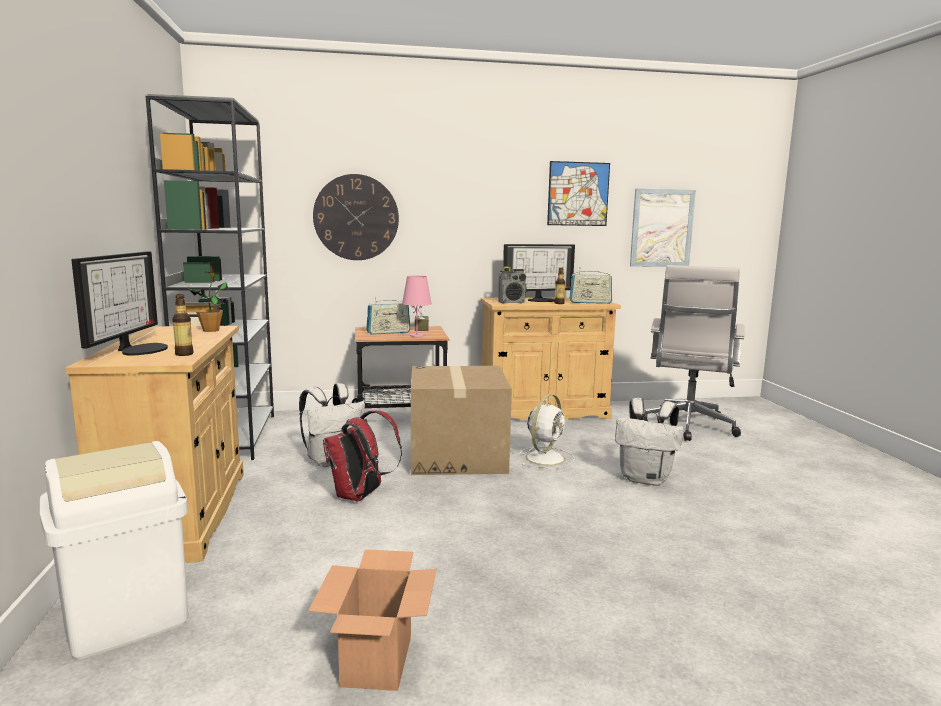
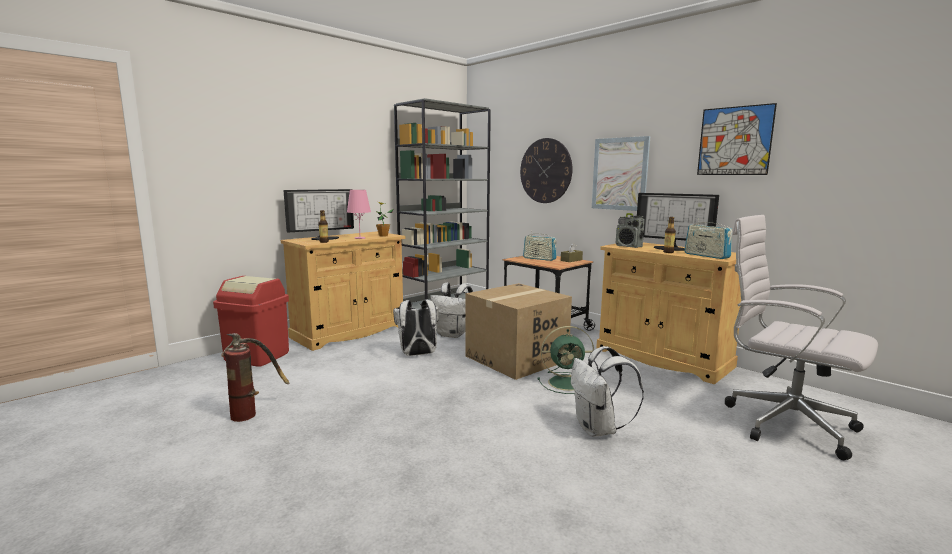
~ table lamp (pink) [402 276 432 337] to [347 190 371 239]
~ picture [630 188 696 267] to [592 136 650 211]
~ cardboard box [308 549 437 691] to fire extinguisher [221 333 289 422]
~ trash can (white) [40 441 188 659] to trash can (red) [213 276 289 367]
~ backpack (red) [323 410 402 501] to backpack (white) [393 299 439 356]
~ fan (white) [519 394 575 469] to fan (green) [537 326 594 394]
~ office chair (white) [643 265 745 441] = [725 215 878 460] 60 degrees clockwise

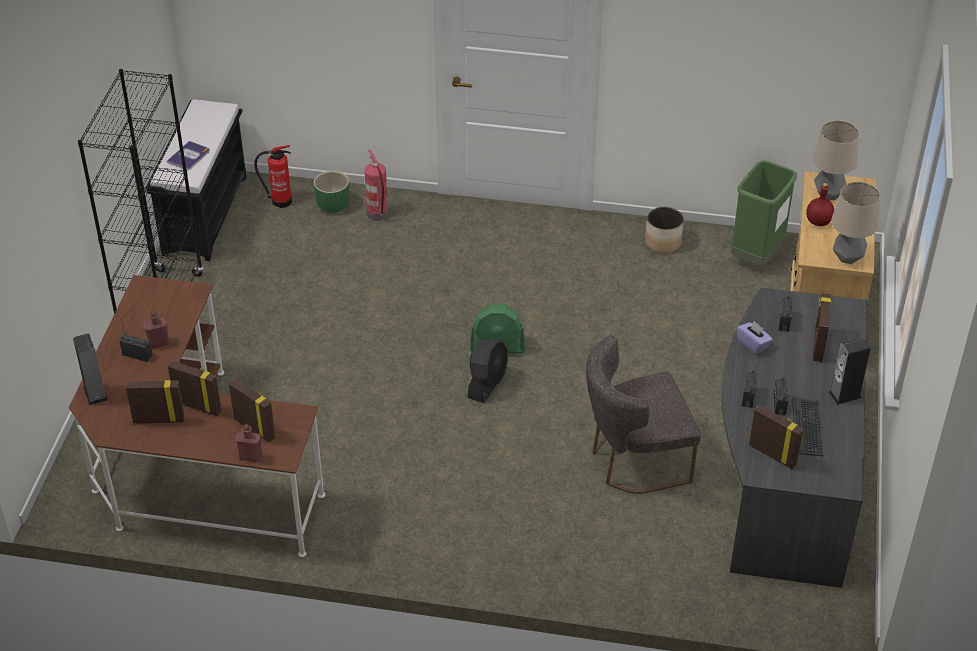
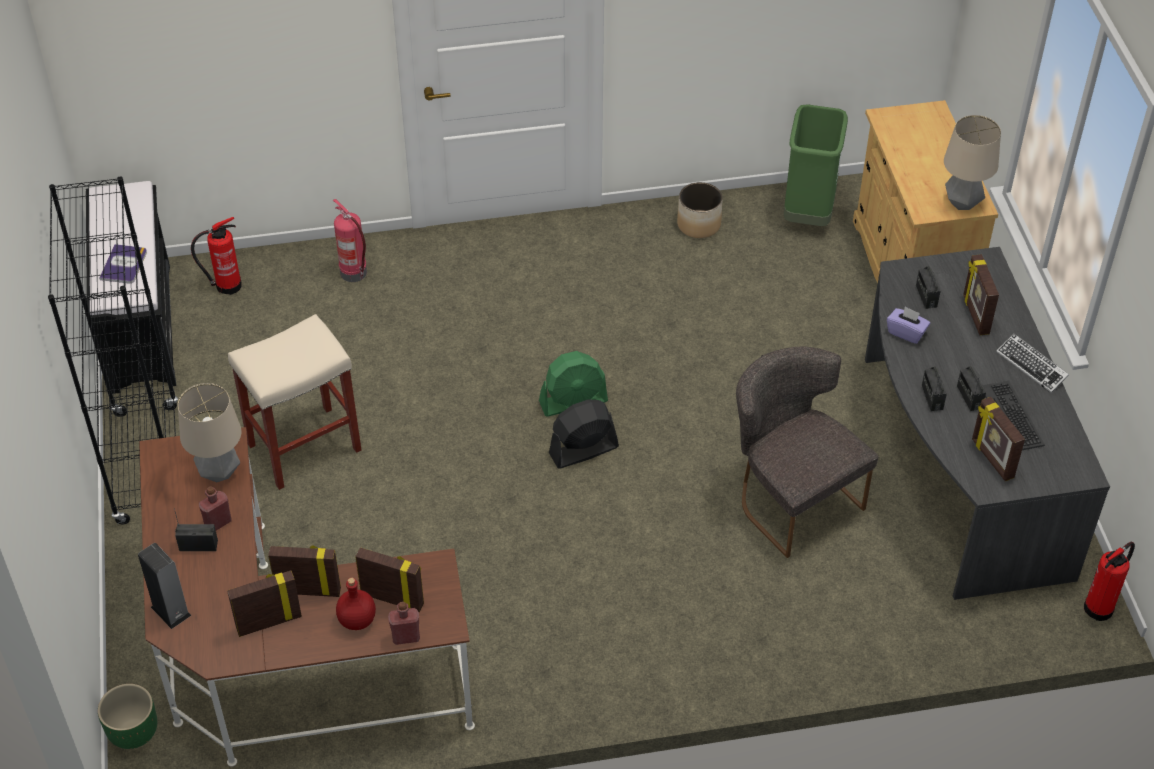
+ stool (beige) [228 314 361 490]
+ fire extinguisher [1084 542 1135 621]
~ planter (green) [314 171 350 213] to [98 684 157 749]
~ bottle (red) [806 183 834 226] to [336 578 376 630]
~ table lamp [813 121 859 200] to [178 383 241 482]
~ speaker [828 337 871 405] to keyboard [996 333 1069 393]
~ fan (black) [467 339 508 403] = [549 399 619 468] 120 degrees counterclockwise
~ chair (grey) [586 335 701 494] = [736 346 879 558] 90 degrees clockwise
~ picture frame [749 405 804 469] = [972 397 1025 481] 135 degrees counterclockwise

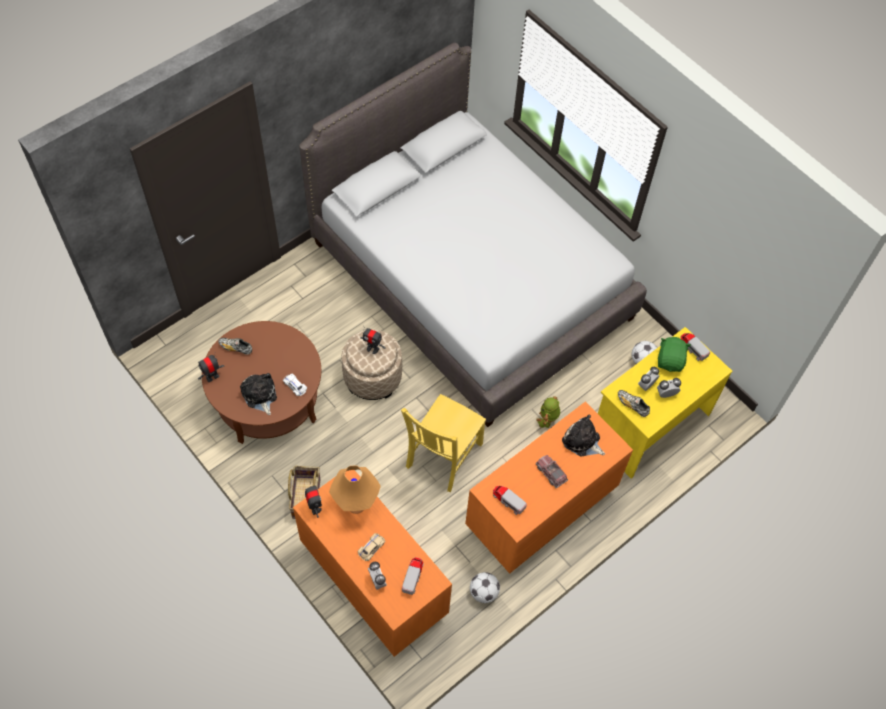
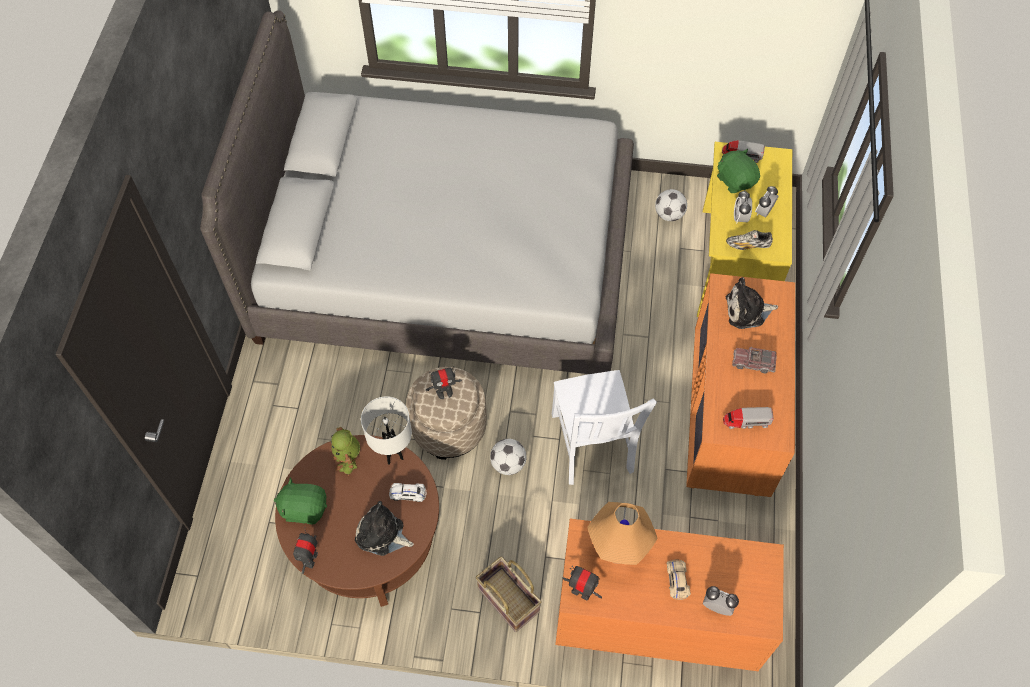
- toy truck [402 557 424 595]
+ table lamp (white) [361 396 412 464]
~ football [470 572 500 603] to [490 439 526 475]
~ toy robot [536 396 560 428] to [331 427 360 476]
~ shoe [218 338 252 355] to plush toy (green) [274 477 327 525]
~ chair (yellow) [401 394 486 492] to chair (white) [552 370 657 485]

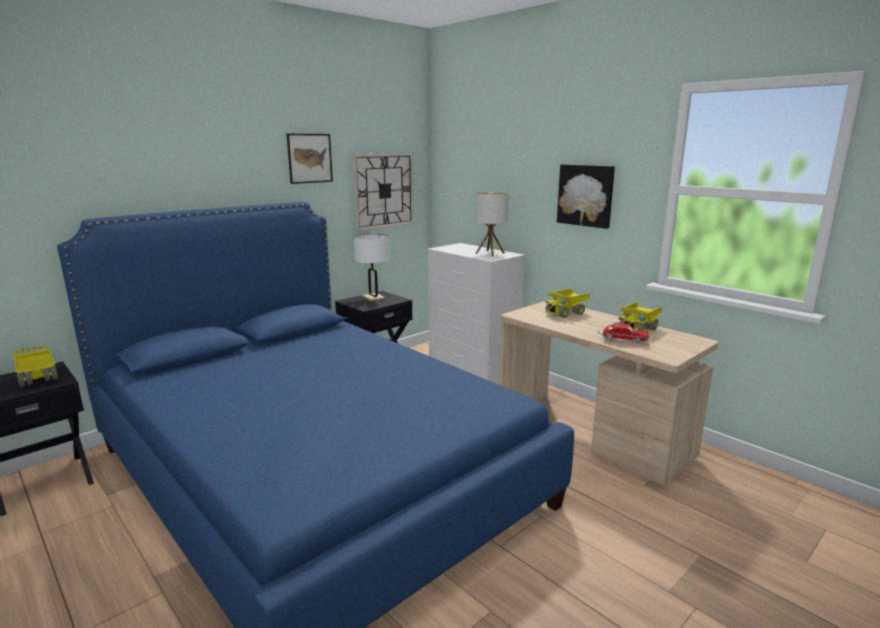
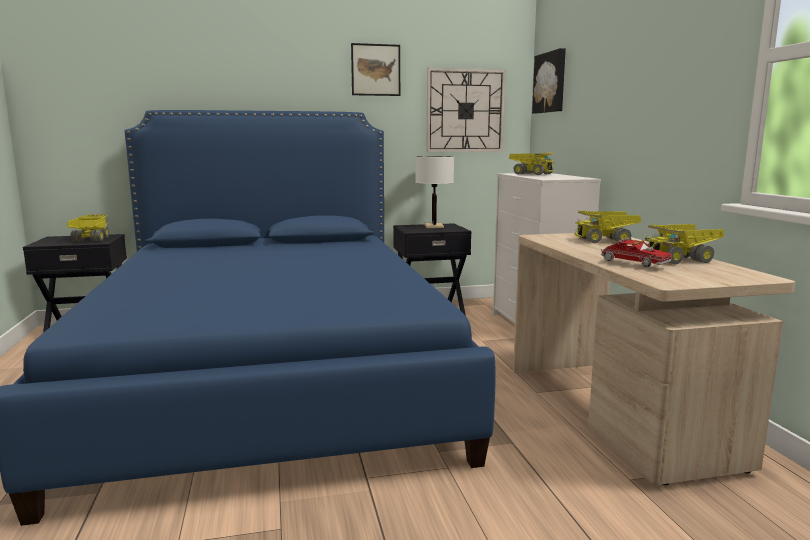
- table lamp [475 192 509 256]
+ toy truck [509 153 554 175]
~ picture [557 164 615 229] to [532 48 566 114]

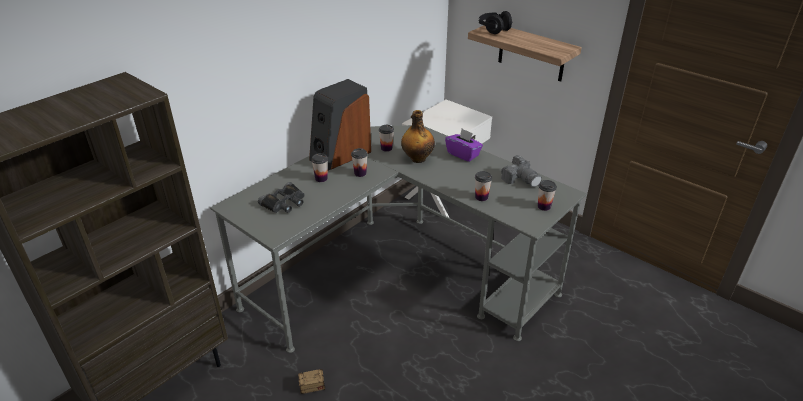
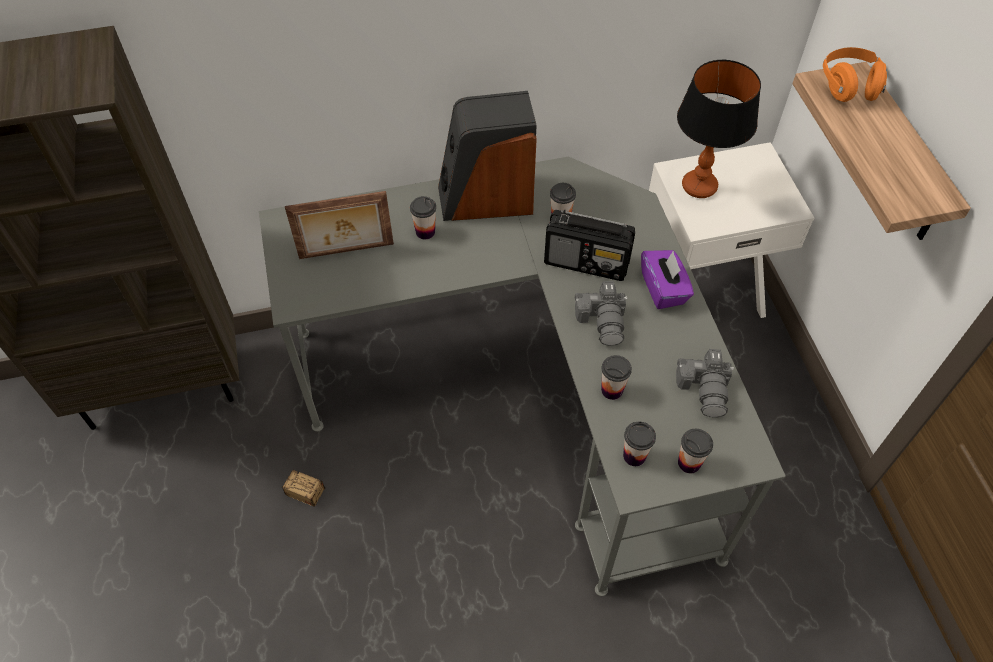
+ photo camera [575 281 628 346]
+ table lamp [677 60 761 198]
~ cup [351 148 368 177] to [623 422 656 466]
~ binoculars (black) [258 182 305 213] to picture frame [285 191 394 259]
~ bottle [401 110 435 163] to radio [544 209 635 281]
~ headphones (black) [479 11 513 34] to headphones (orange) [823 47 887 102]

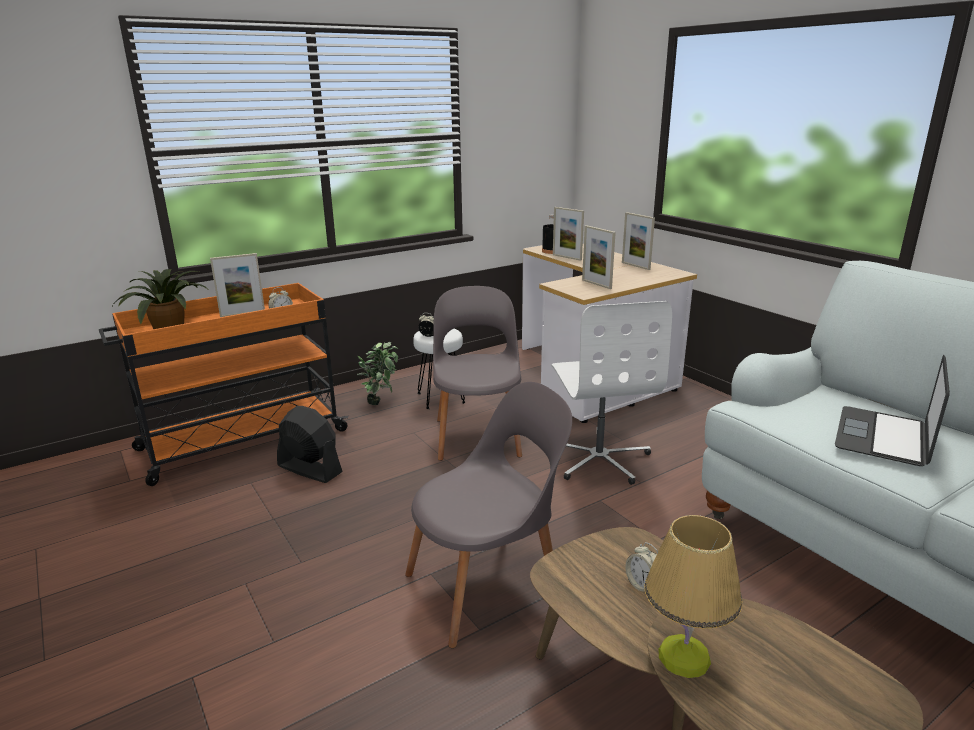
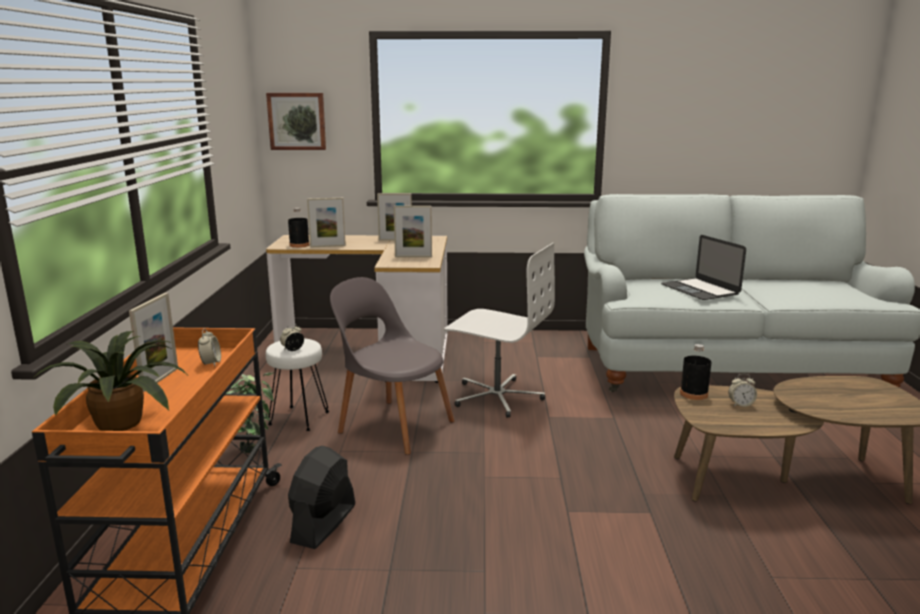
- chair (grey) [405 382 572 648]
- table lamp [644 515 742 678]
+ picture [266 93 326 150]
+ bottle (black) [680 344 712 400]
~ fan (black) [277 406 343 483] = [288 446 355 549] 45 degrees counterclockwise

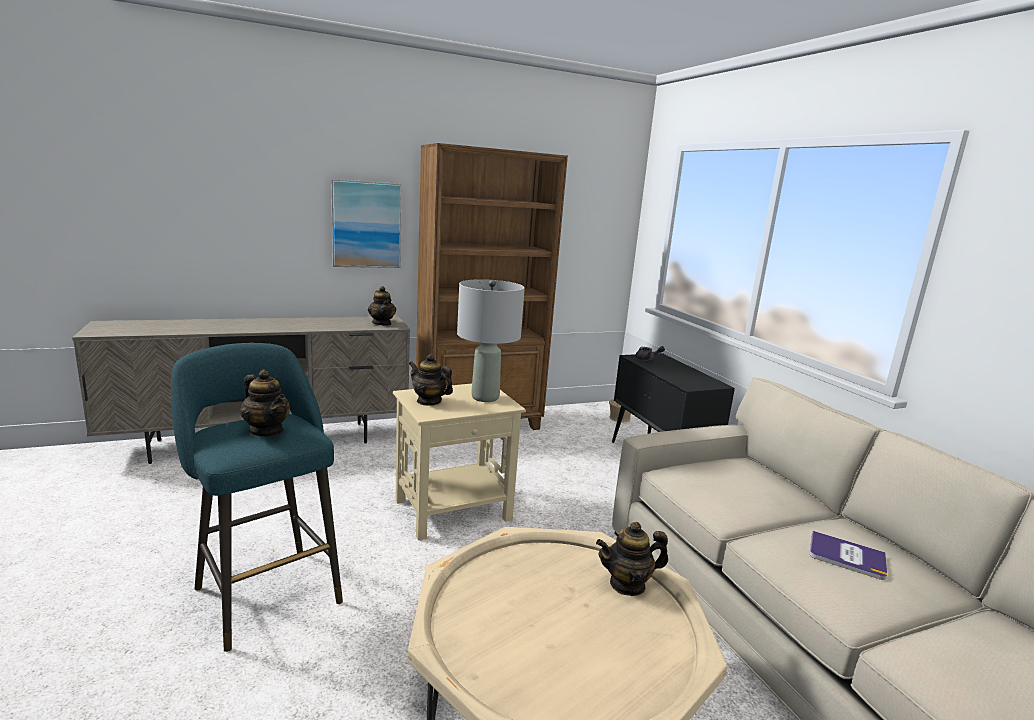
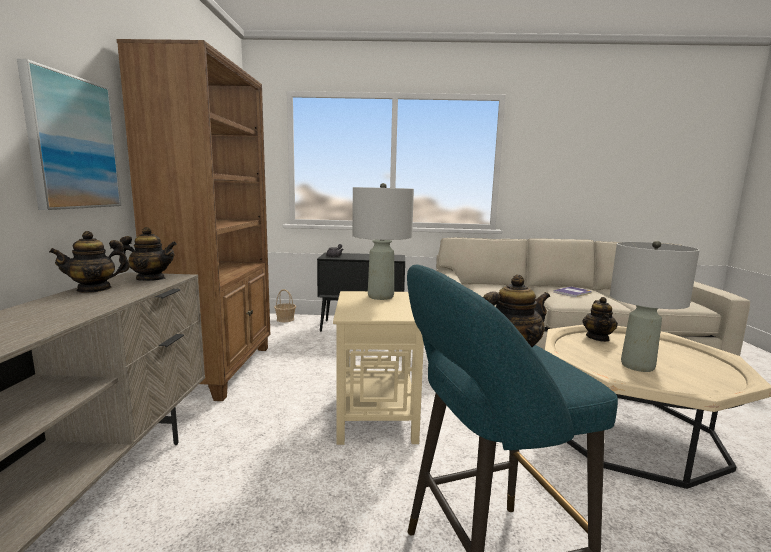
+ table lamp (grey) [610 241 700 372]
~ teapot [409 354 453 406] to [49 231 130 293]

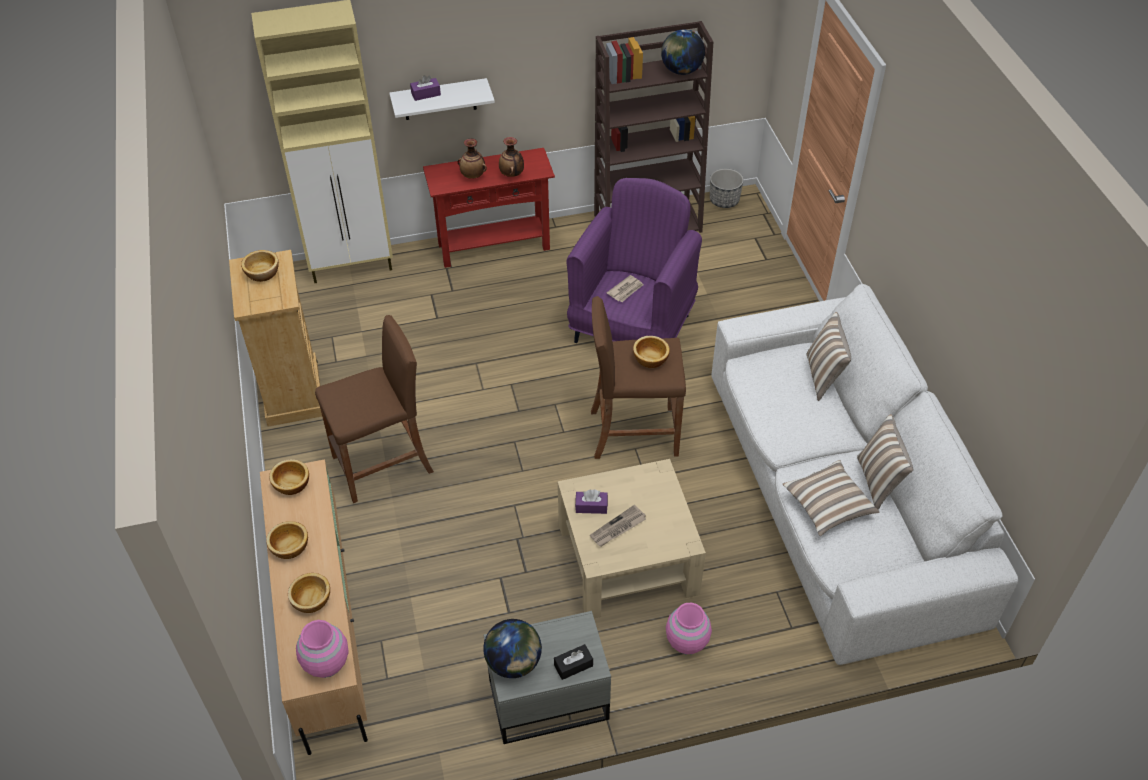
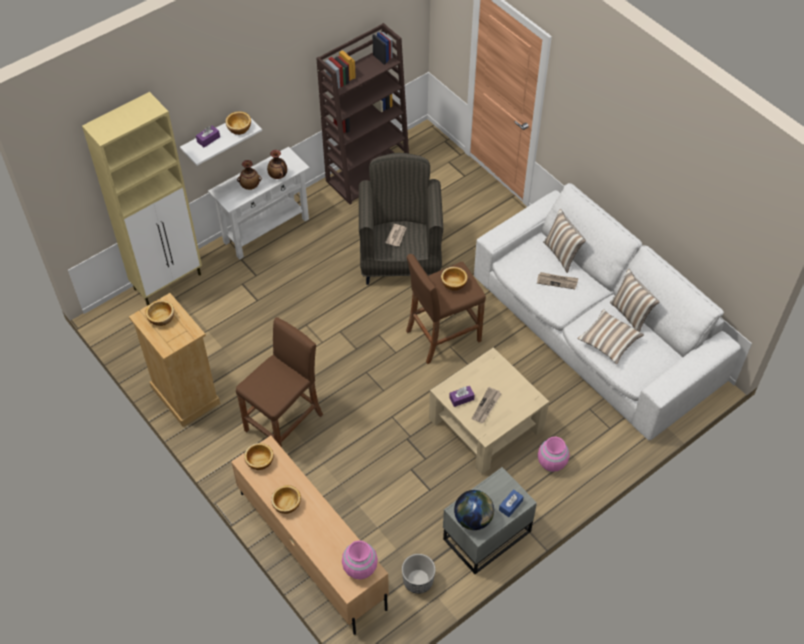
- globe [661 30 705 75]
+ newspaper [537 272 578 289]
~ bowl [288 573 330 613] to [225 111 251 135]
~ planter [710 169 744 208] to [402 554 435 594]
~ console table (red) [423 148 555 268] to console table (white) [208 147 310 260]
~ tissue box (black) [554 644 593 680] to tissue box (blue) [499 489 524 517]
~ armchair (purple) [567 178 702 343] to armchair (grey) [359 153 443 285]

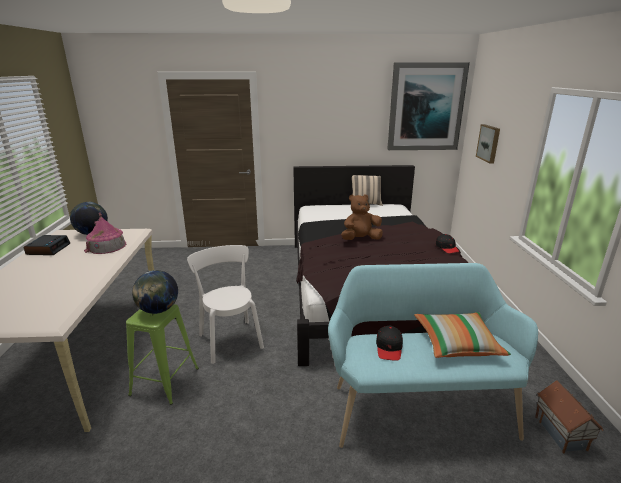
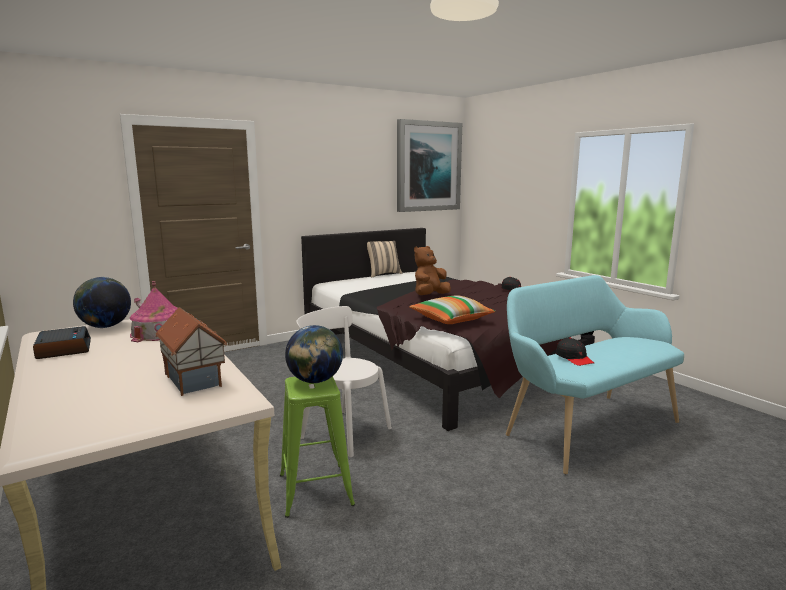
- picture [476 124 500 164]
~ pillow [414 312 511 358] to [409 295 495 324]
~ toy house [535 380 604 454] to [155 307 228 396]

